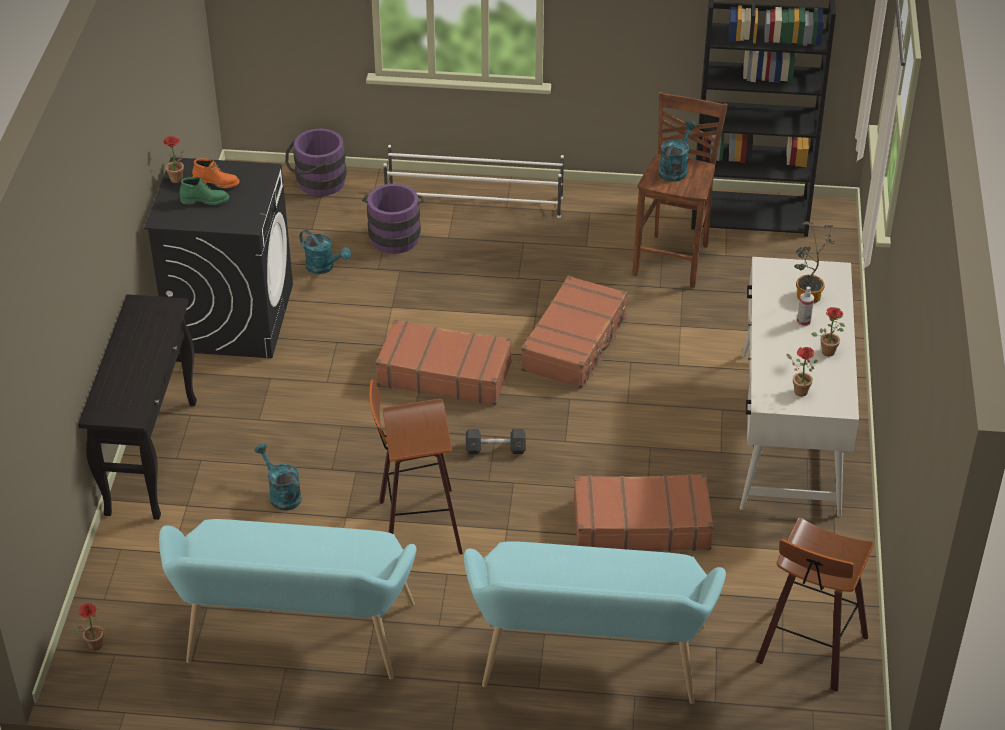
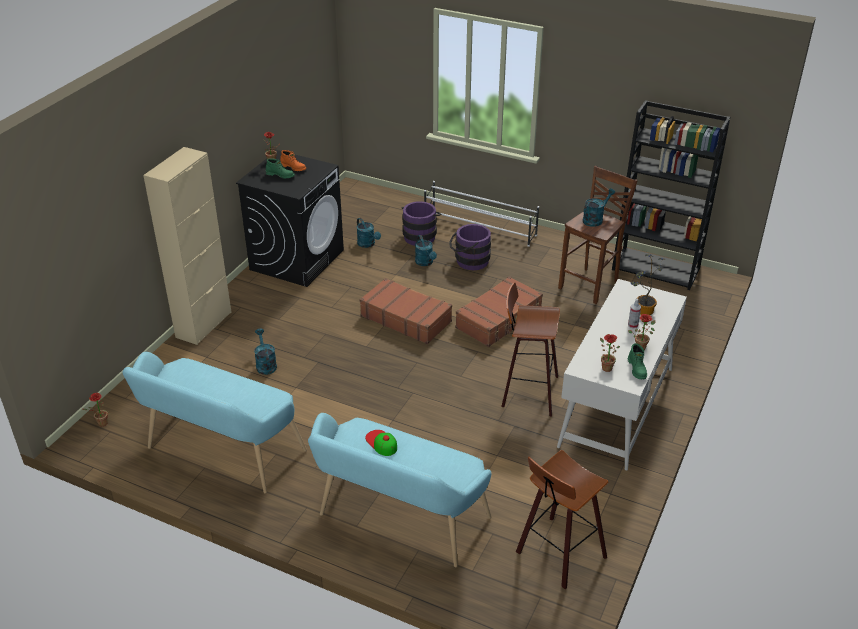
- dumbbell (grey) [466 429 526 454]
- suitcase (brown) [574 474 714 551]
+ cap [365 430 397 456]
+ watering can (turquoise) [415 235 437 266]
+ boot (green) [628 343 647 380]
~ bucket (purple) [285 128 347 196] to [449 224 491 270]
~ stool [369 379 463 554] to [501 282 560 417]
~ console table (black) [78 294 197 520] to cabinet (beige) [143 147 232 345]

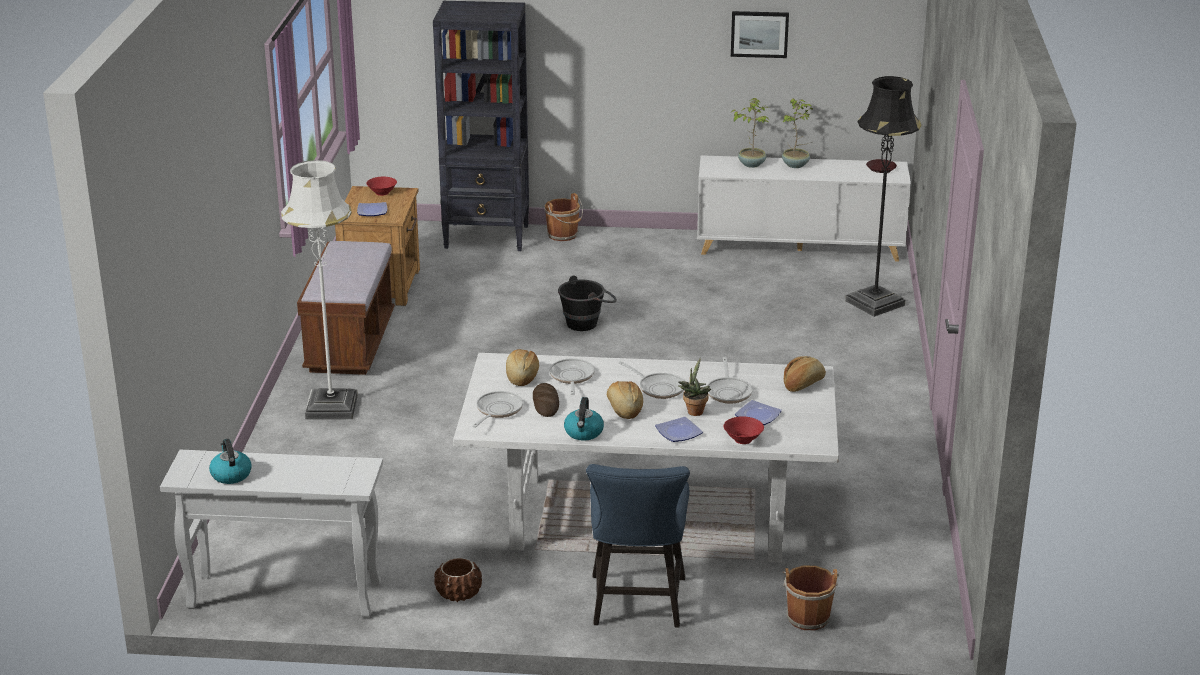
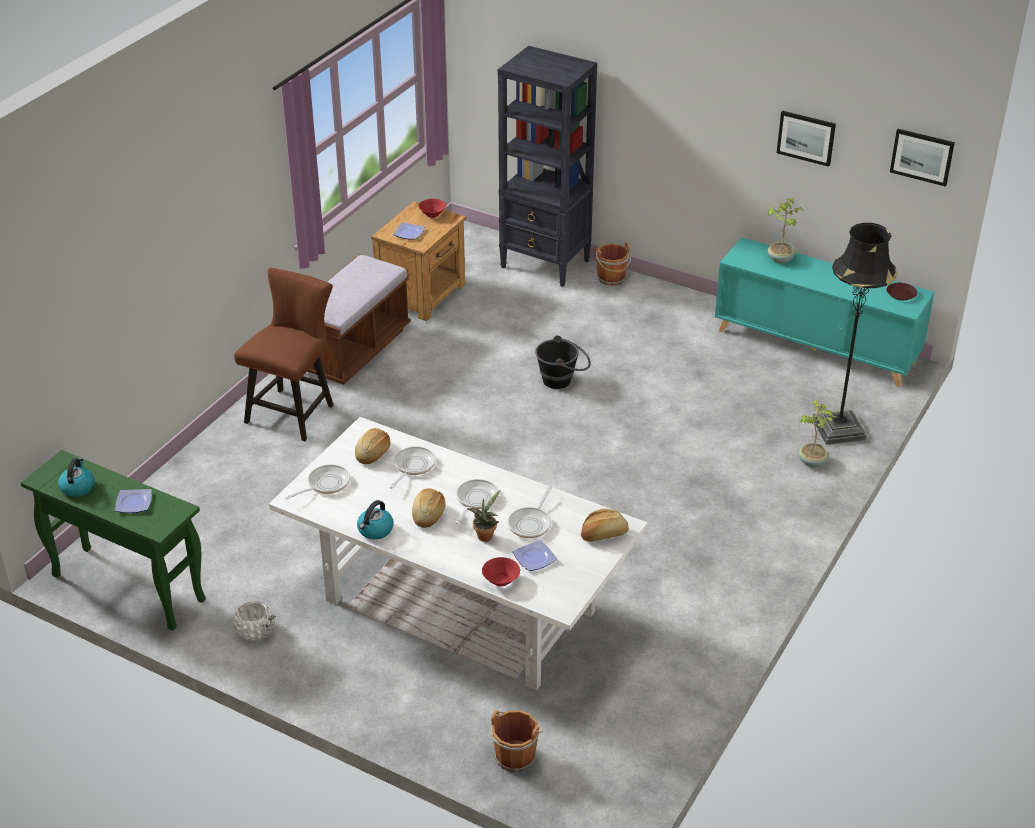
- bread [533 383 559 417]
- chair (blue) [586 464 690 628]
+ picture [890 129 955 186]
~ plate [655 417 703 442] to [115 489 152 513]
~ potted plant [782 98 813 168] to [799 399 840 467]
~ floor lamp (white) [281 160 358 419] to chair (brown) [234 268 333 441]
~ console table (white) [160 450 383 618] to console table (green) [21 450 206 631]
~ planter (brown) [434 558 482 602] to planter (white) [233 601 276 640]
~ cabinet (white) [697 155 911 261] to cabinet (turquoise) [715 237 934 387]
~ frying pan [618 361 684 399] = [455 479 499 524] 135 degrees counterclockwise

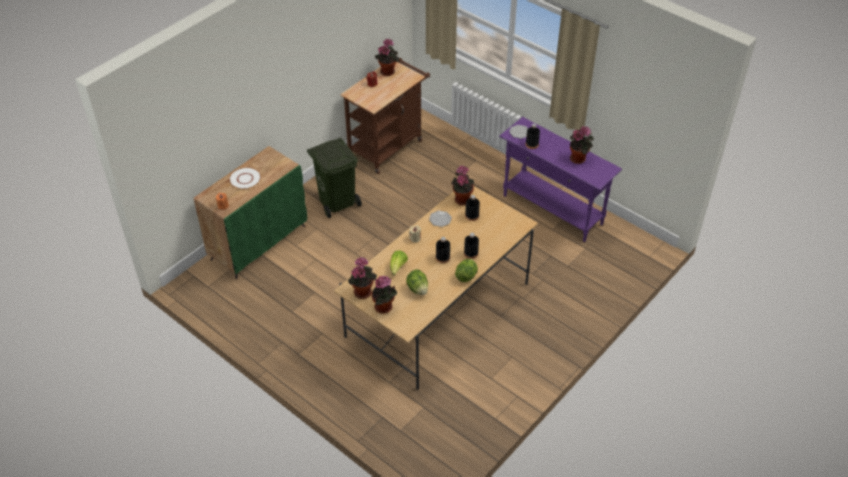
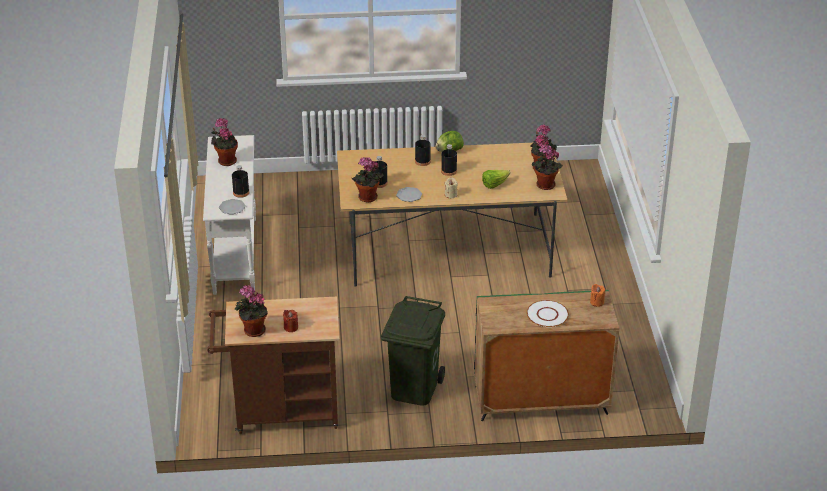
- lettuce [406 269 428 295]
~ console table (purple) [499 117 622 242] to console table (white) [203 135 256 295]

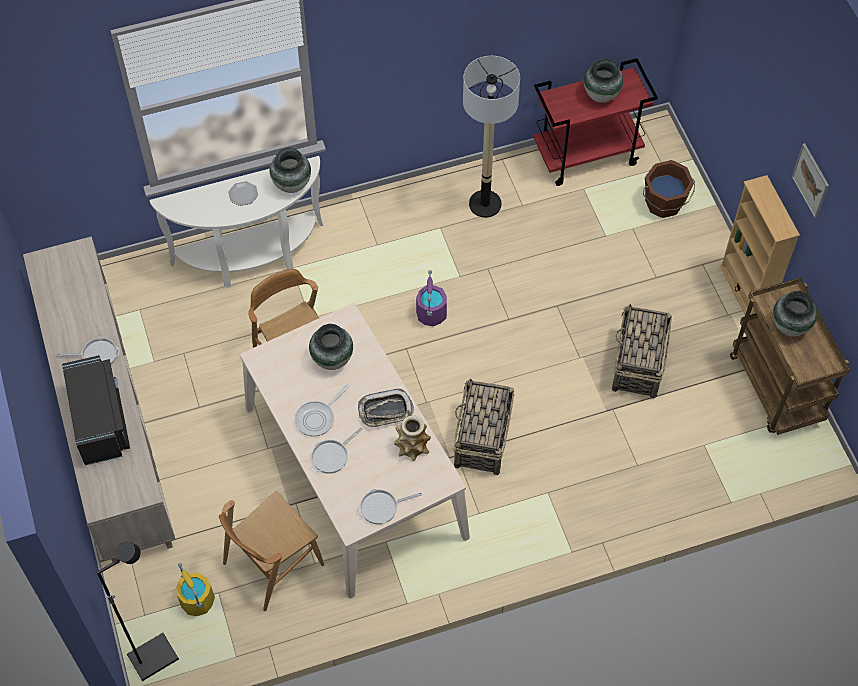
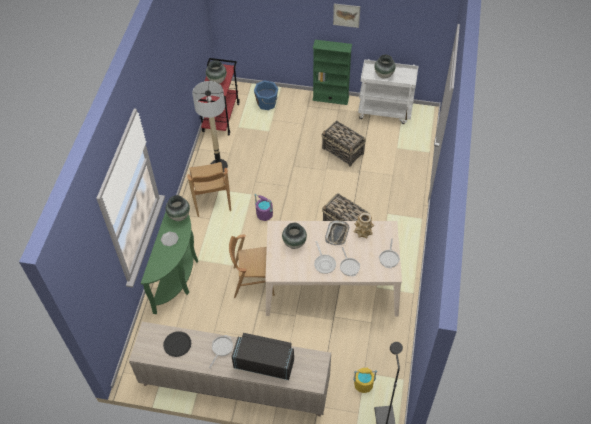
+ plate (black) [163 331 191 357]
~ chair (brown) [219 492 324 611] to [187 162 231 217]
~ console table (white) [149 156 323 288] to console table (green) [141 212 198 314]
~ bucket (brown) [643 160 695 218] to bucket (blue) [254 80 278 110]
~ bookcase (beige) [720 175 800 315] to bookcase (green) [312 40 352 105]
~ cart (brown) [730 277 850 435] to cart (white) [358 59 418 124]

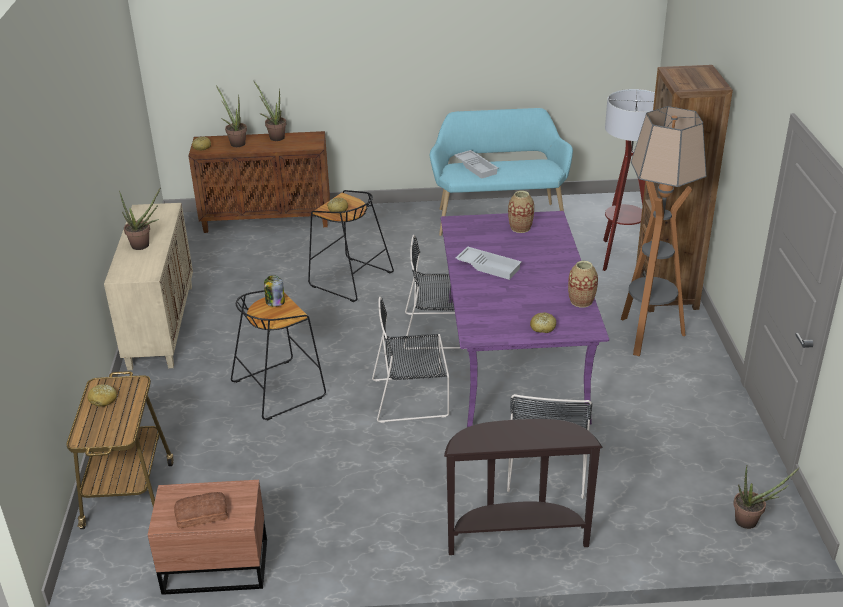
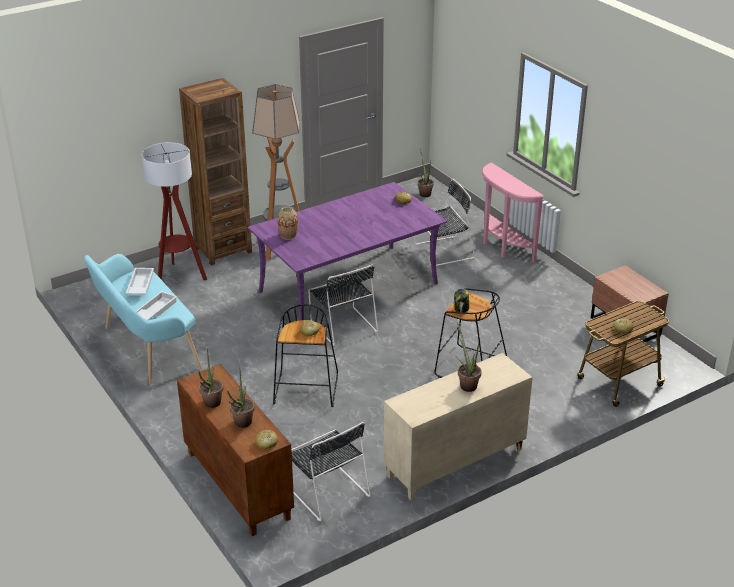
- bread [174 492 228 529]
- vase [568 261 598 307]
~ chair (black) [372 297 449 423] to [291 422 371 522]
~ tray (white) [456 246 522 280] to [126 268 154 295]
~ console table (brown) [444 419 603 555] to console table (pink) [482 162 544 263]

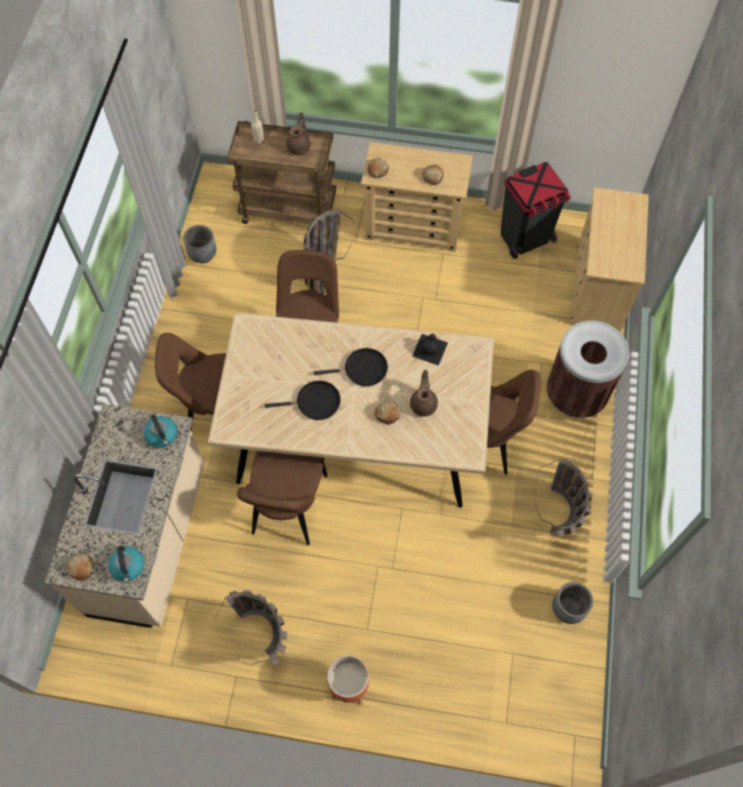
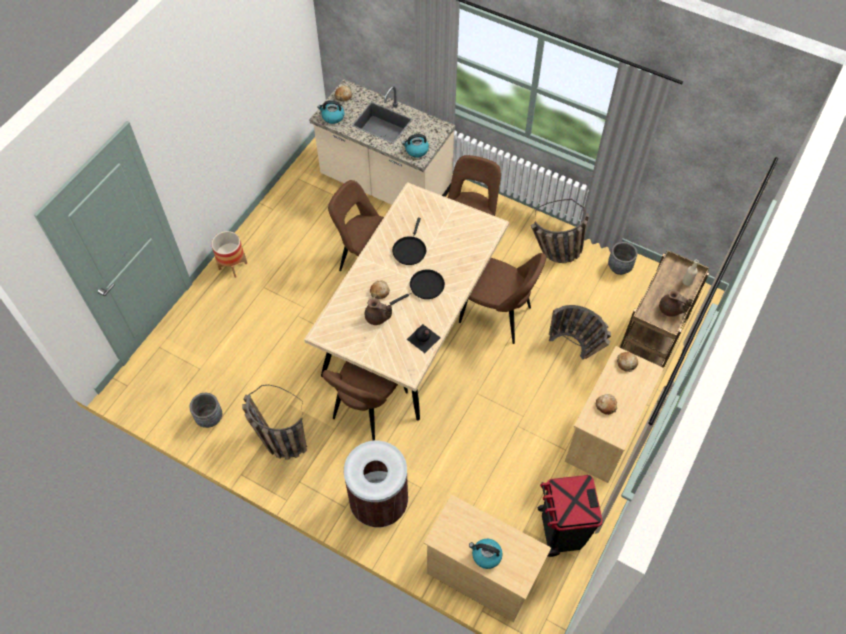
+ kettle [469 539 503 569]
~ basket [214 590 287 666] to [531 199 589 263]
~ frying pan (black) [313 348 388 386] = [390 269 445 305] 135 degrees counterclockwise

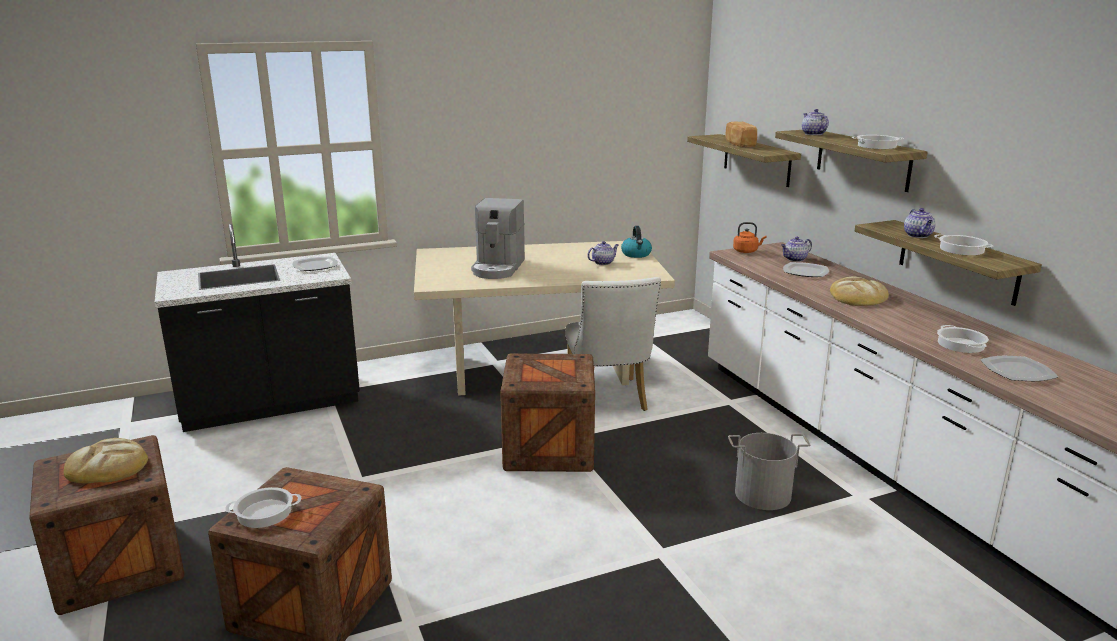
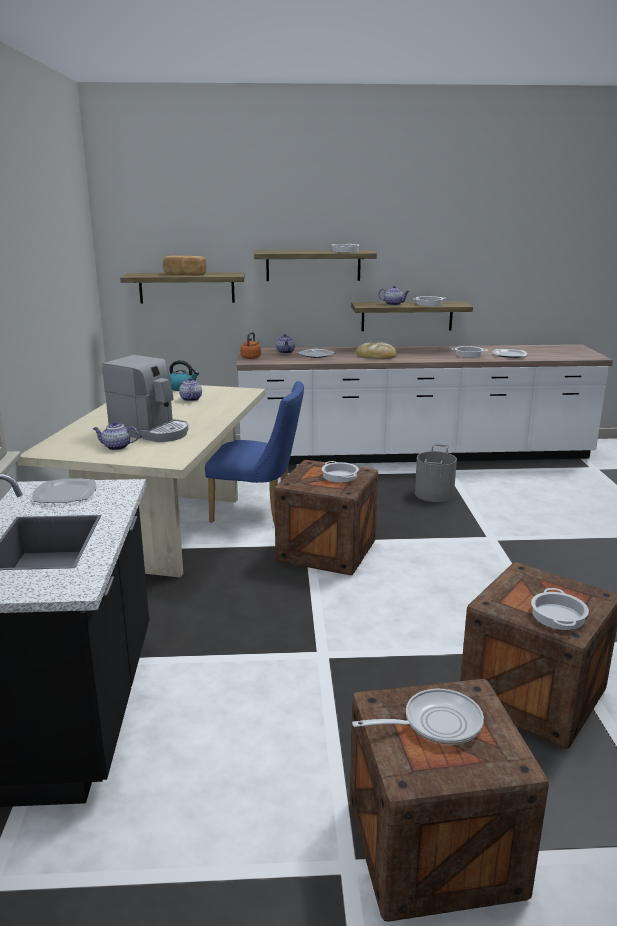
+ cooking pot [322 461 359 483]
~ teapot [802 109 829 135] to [93 421 139 450]
~ bread [64 438 148 483] to frying pan [352 689 484 745]
~ chair (white) [565 277 661 411] to chair (blue) [205 381 304 525]

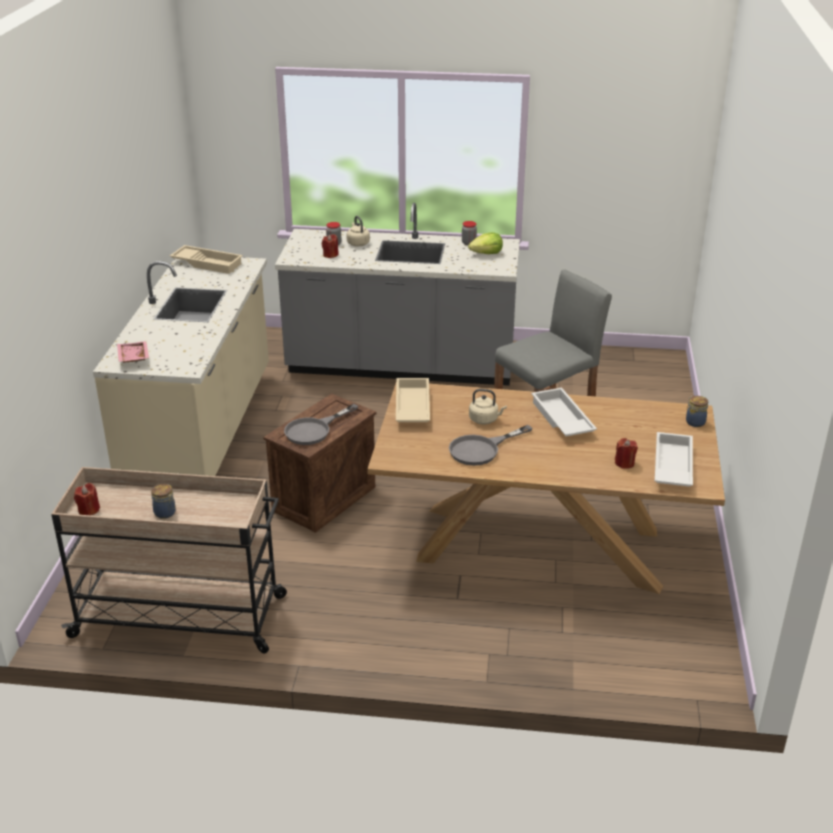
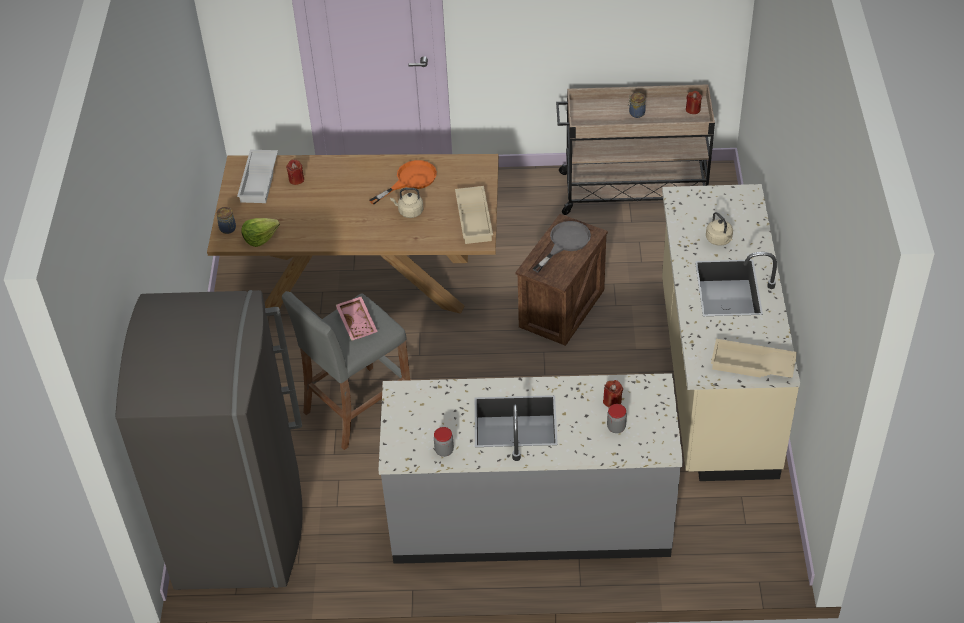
- tray (white) [531 388 597 436]
+ fridge (grey) [115 290 303 590]
~ tray (pink) [117 341 149 363] to [336 296 378 341]
~ kettle (beige) [346 216 370 246] to [706 212 733 246]
~ lettuce [468 232 503 254] to [242 218 280 247]
~ frying pan (grey) [449 425 533 466] to frying pan (orange) [369 160 437 205]

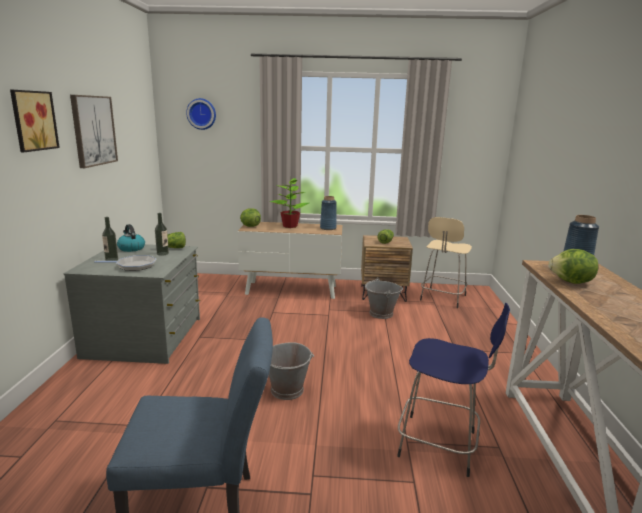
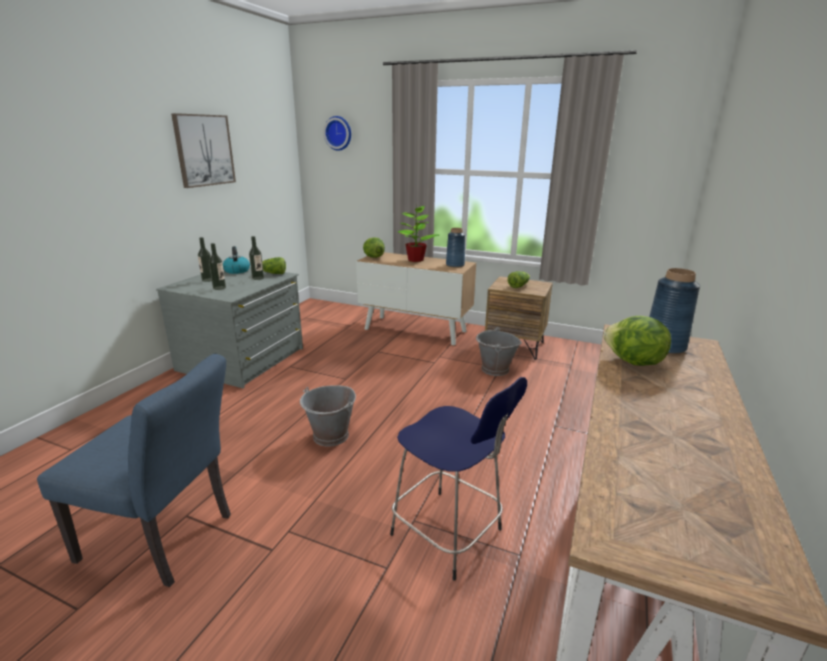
- picture [10 90 60 152]
- stool (beige) [420 217 472 308]
~ frying pan [94 255 157 271] to bottle [209 243 226 290]

